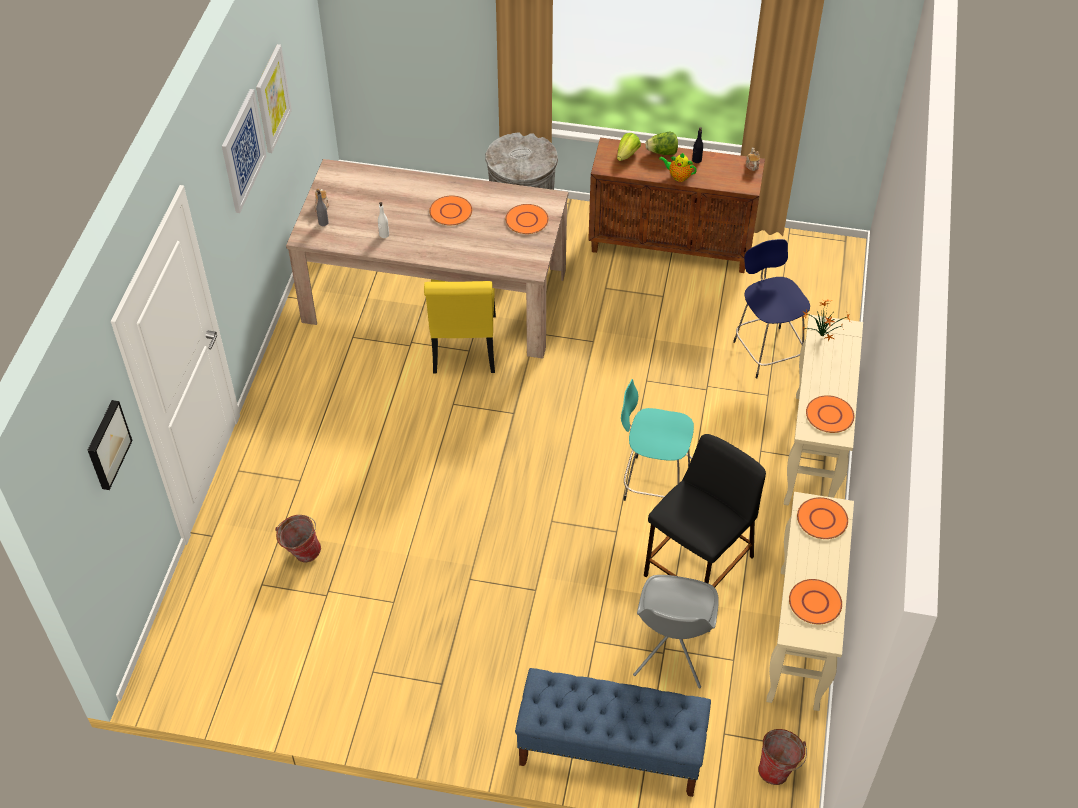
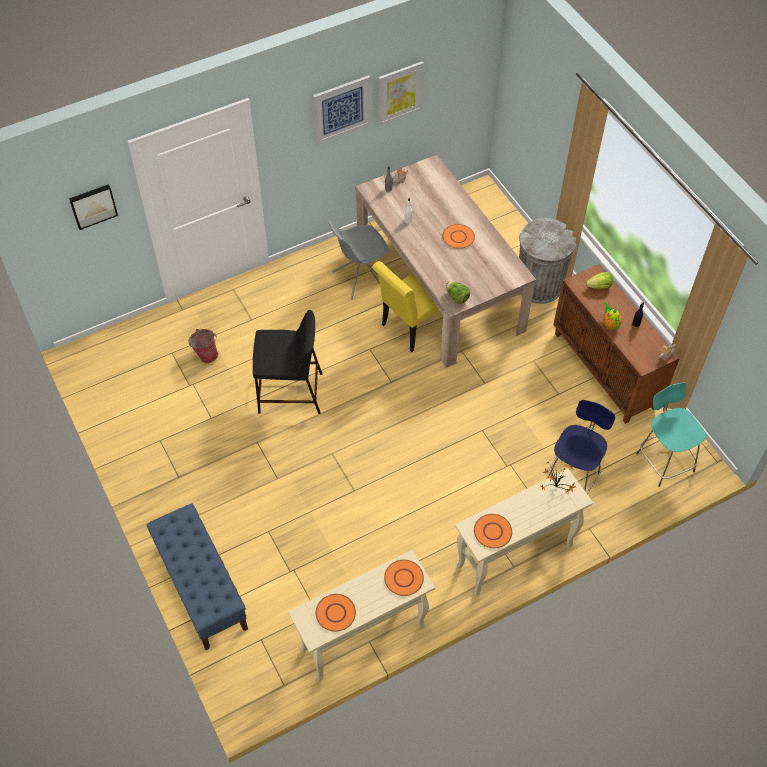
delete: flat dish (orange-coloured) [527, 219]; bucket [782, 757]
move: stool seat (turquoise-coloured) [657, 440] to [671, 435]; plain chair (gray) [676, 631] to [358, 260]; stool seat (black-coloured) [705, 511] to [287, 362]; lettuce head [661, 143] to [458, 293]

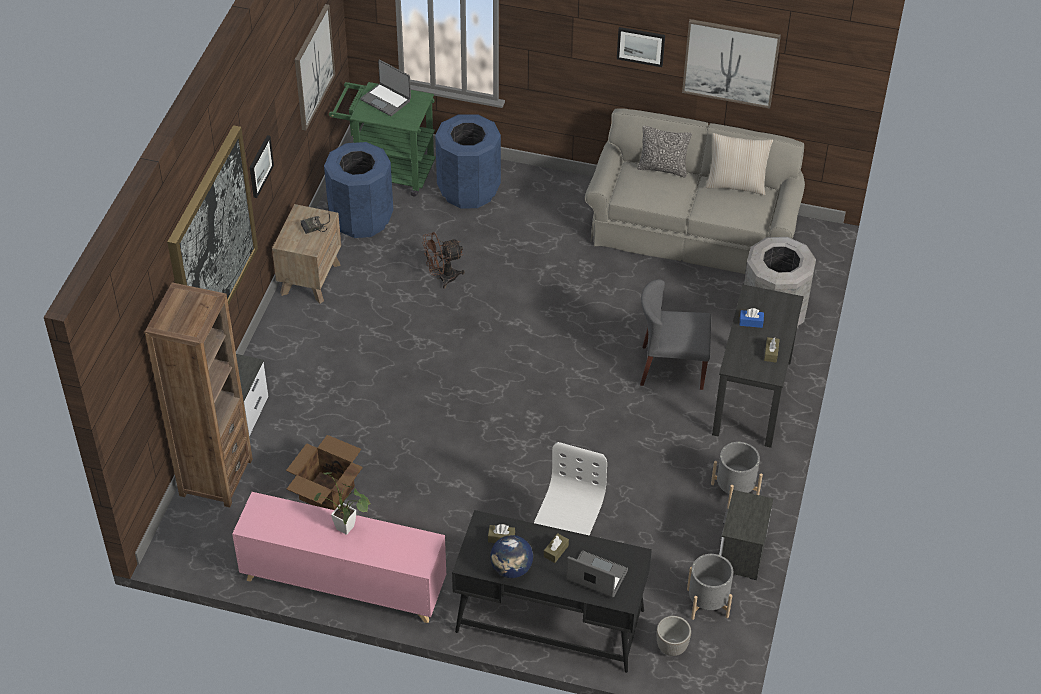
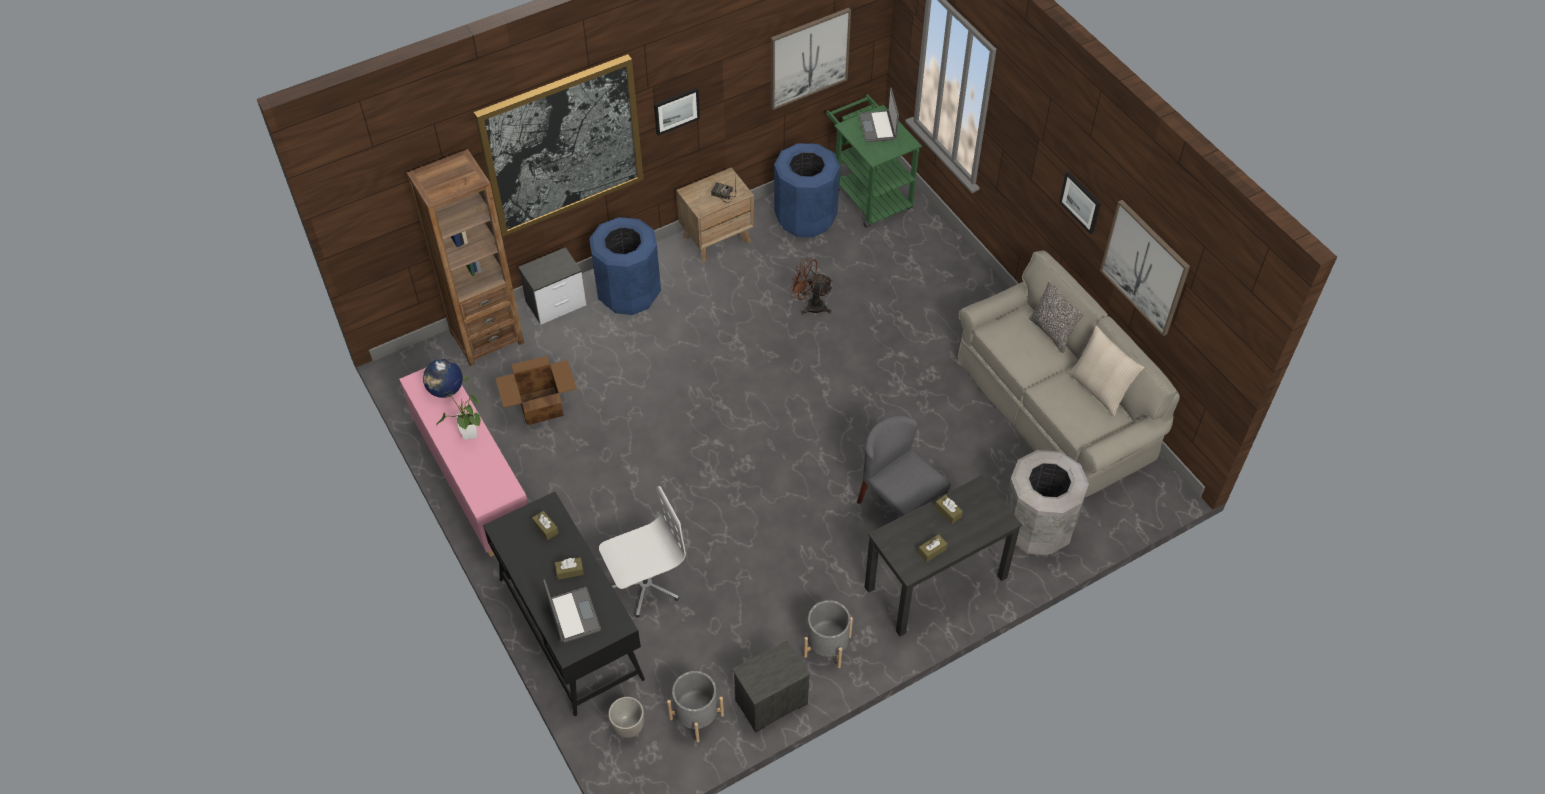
move: rubbish bin (blue) [468, 161] to [625, 266]; desk globe [511, 556] to [443, 378]
recolor: box of tissues (blue) [752, 318] to box of tissues (brownish) [949, 509]

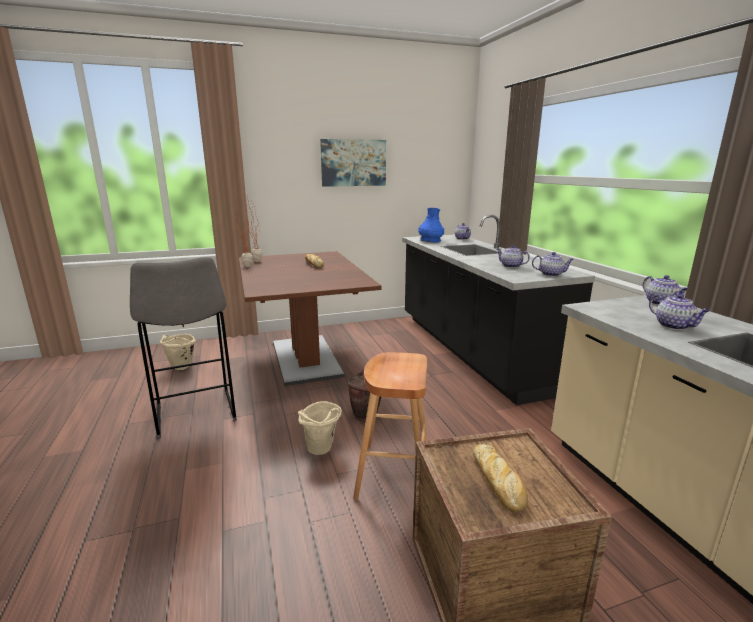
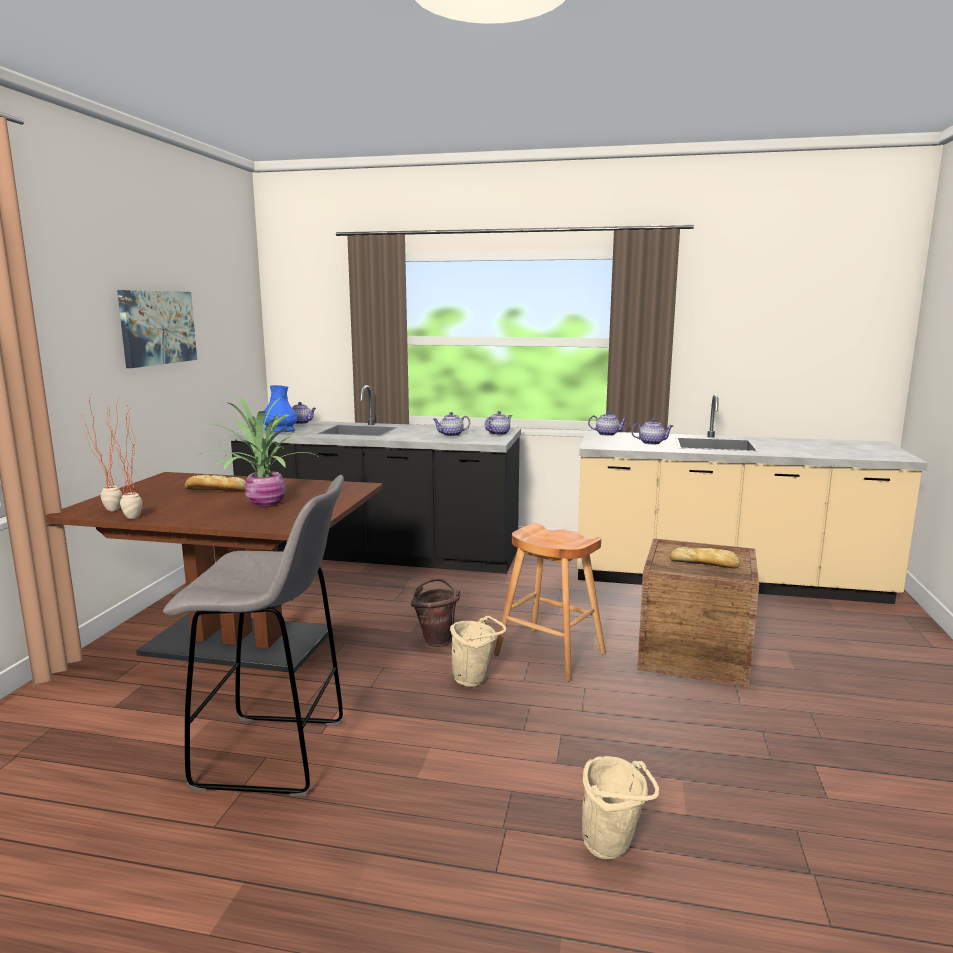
insert: potted plant [259, 452]
move: bucket (beige) [178, 352] to [620, 807]

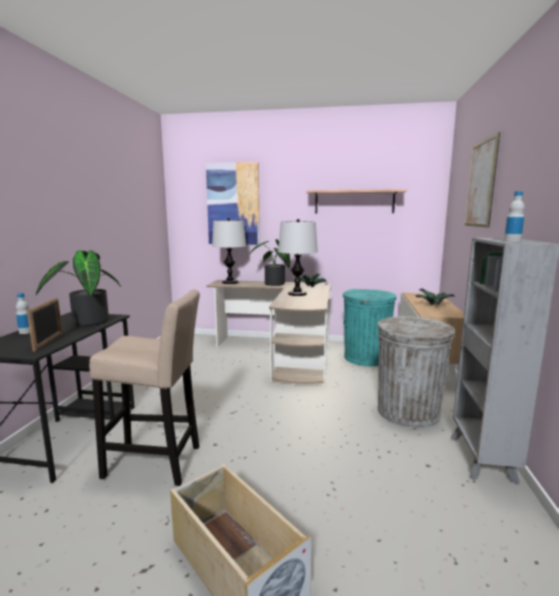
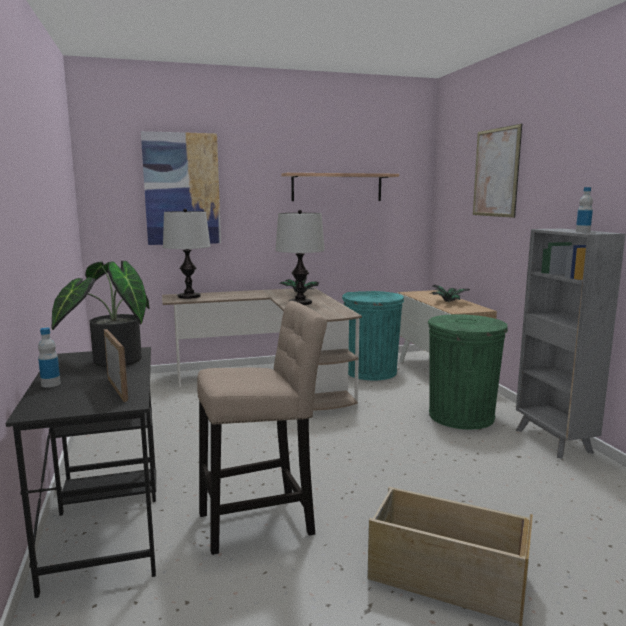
delete: potted plant [270, 262]
recolor: rubbish bin (gray) [416, 372] to rubbish bin (green) [468, 372]

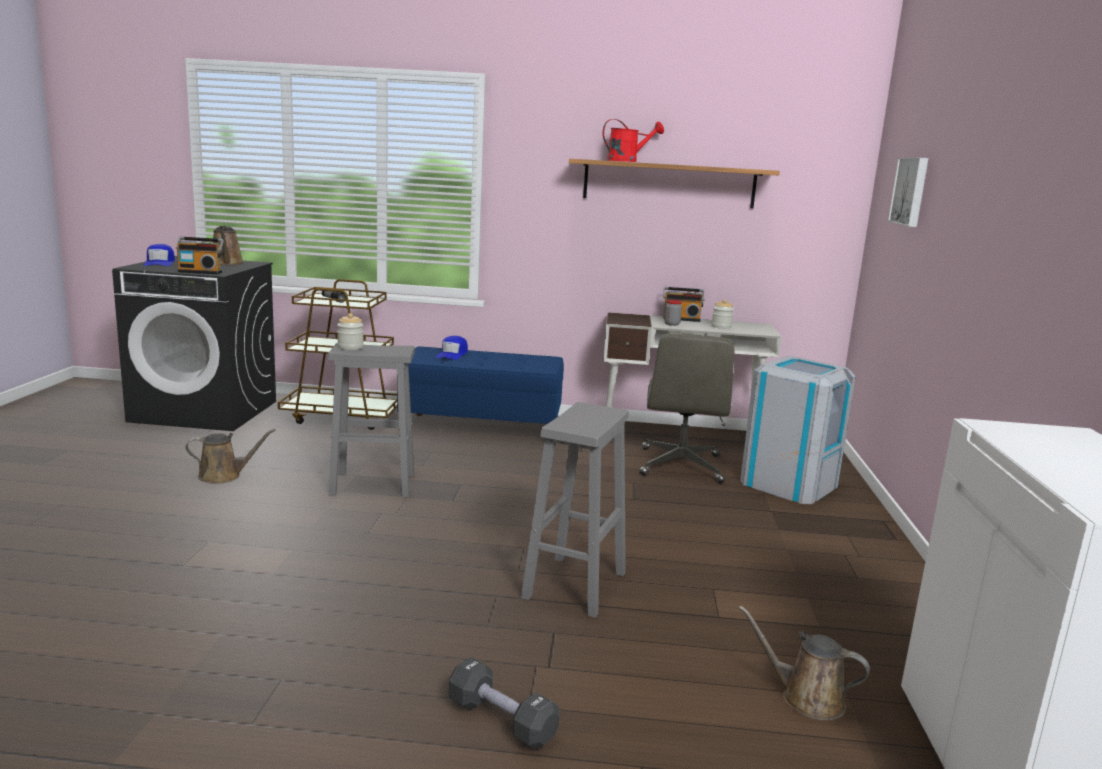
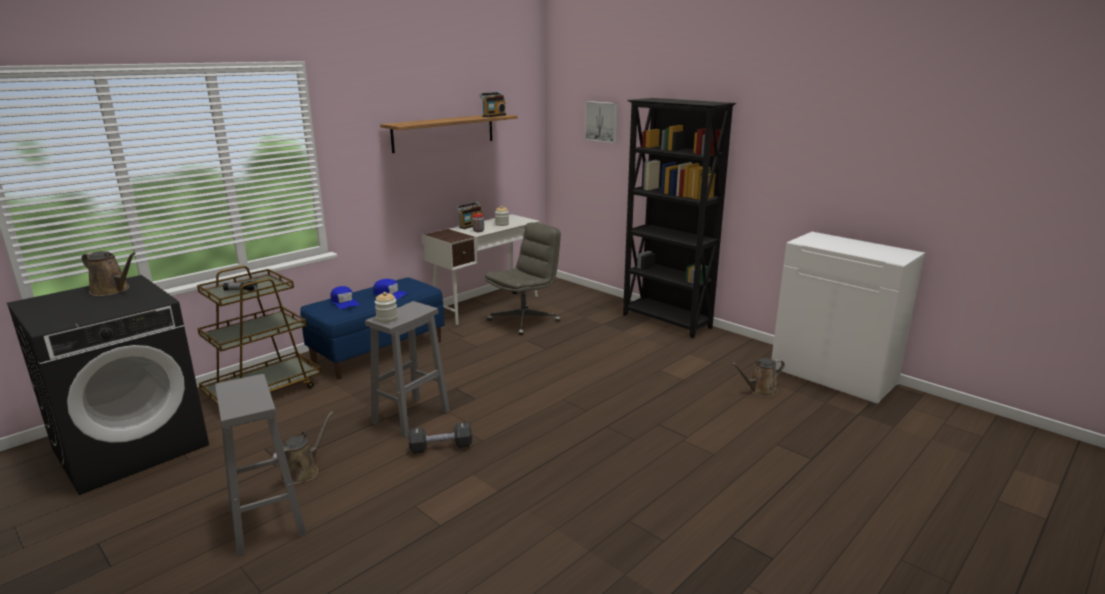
delete: watering pot (red-coloured) [633, 140]; rubbish bin (gray) [798, 430]
insert: shelving unit (black-coloured) [679, 218]
move: peaked cap (blue) [159, 255] to [390, 289]; radio [200, 255] to [492, 104]; hand weight (black-coloured) [504, 703] to [440, 438]; stool seat (gray) [575, 510] to [260, 465]
rotate: computer chair (gray) [687, 408] = [522, 278] 90 degrees counterclockwise

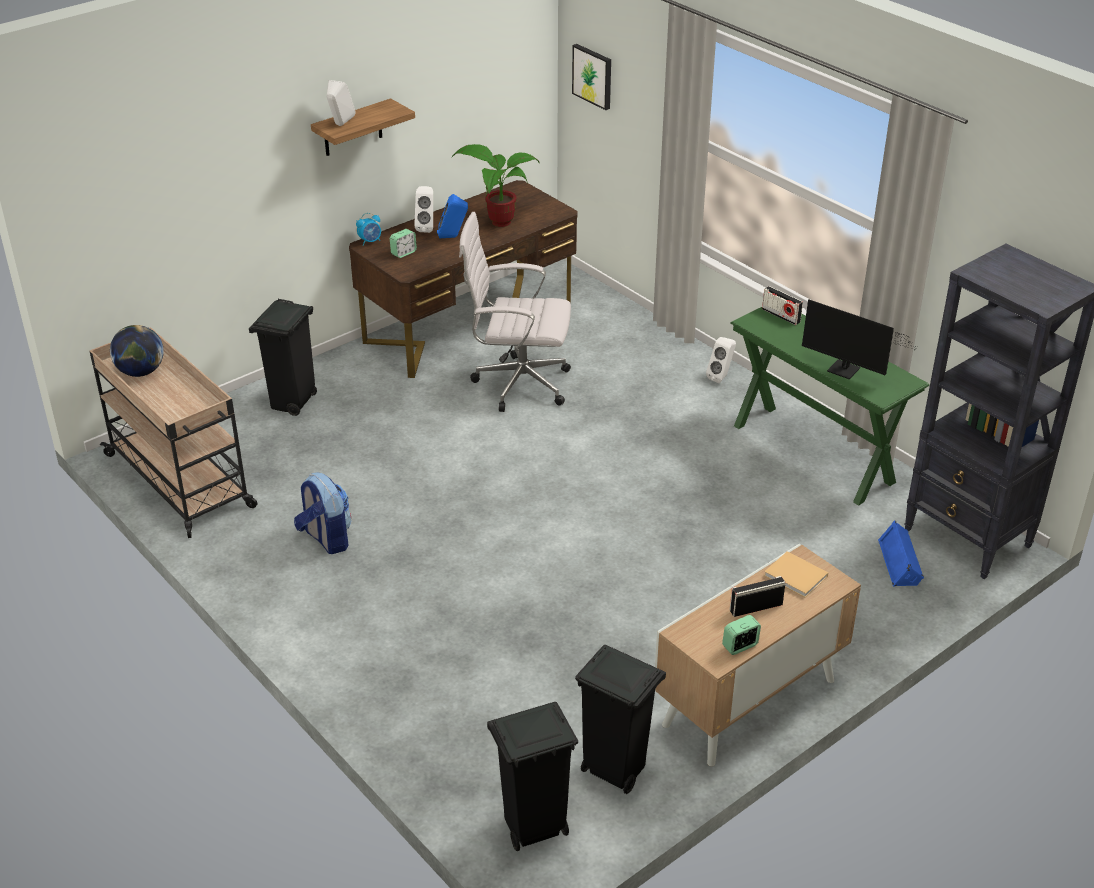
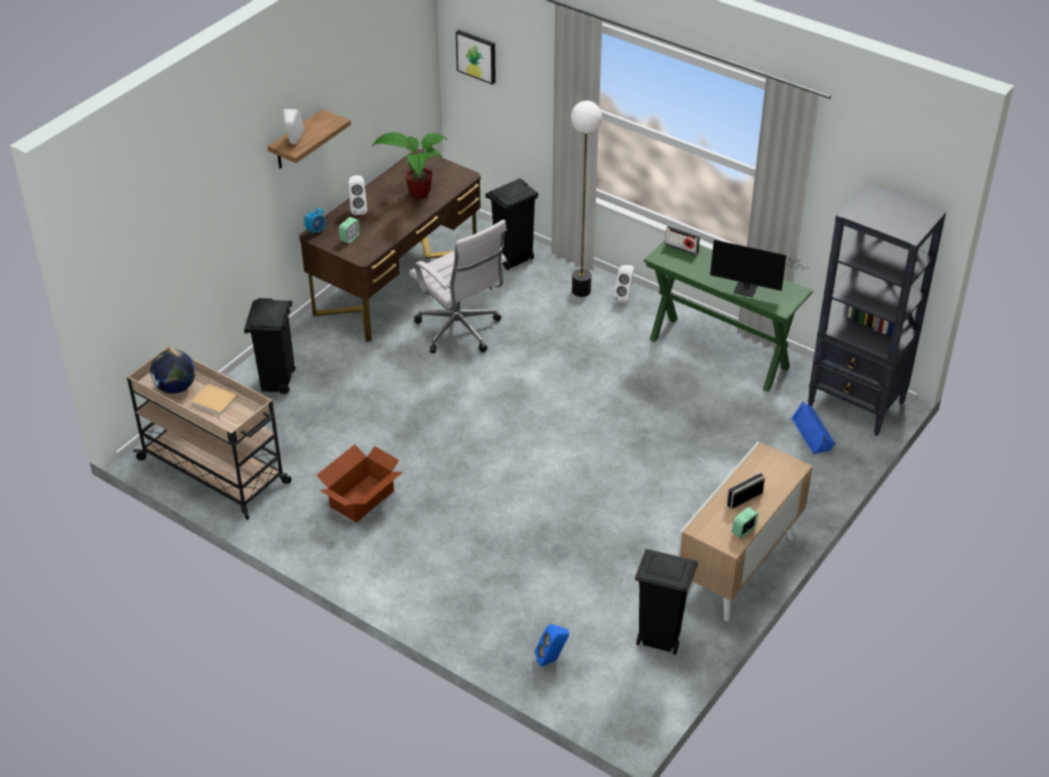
insert: floor lamp [586, 199]
move: loudspeaker (blue) [452, 216] to [552, 645]; rubbish bin (black-coloured) [532, 776] to [512, 224]; bound book (beige) [796, 574] to [214, 400]
replace: backpack [322, 513] to packing box [359, 483]
rotate: computer chair (white) [515, 312] = [458, 286] 120 degrees counterclockwise

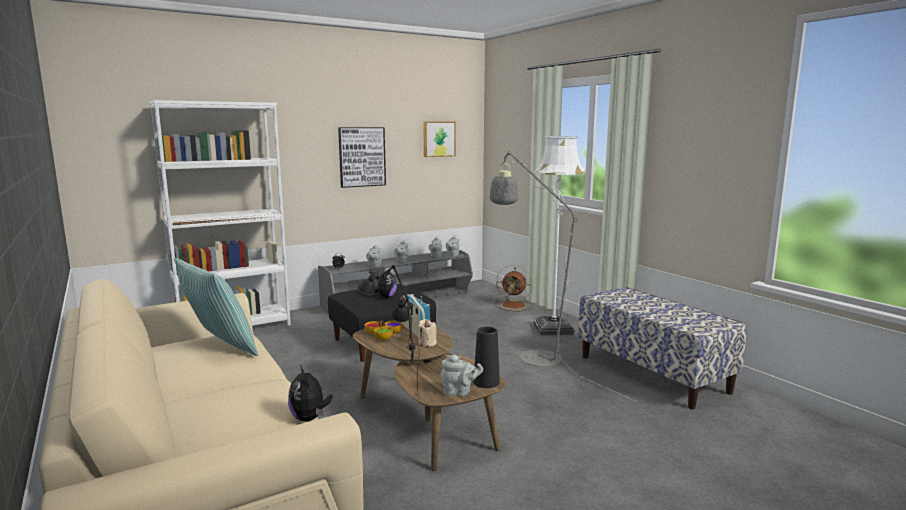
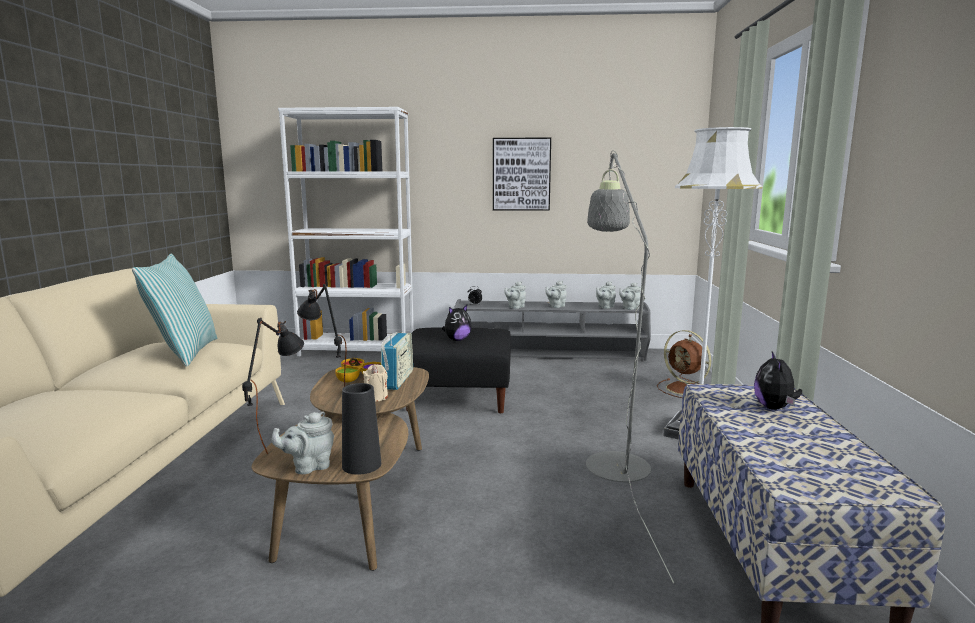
delete: wall picture [439, 139]
move: cuddly toy [310, 393] to [778, 381]
rotate: teapot (gray) [462, 375] = [302, 443] 105 degrees clockwise

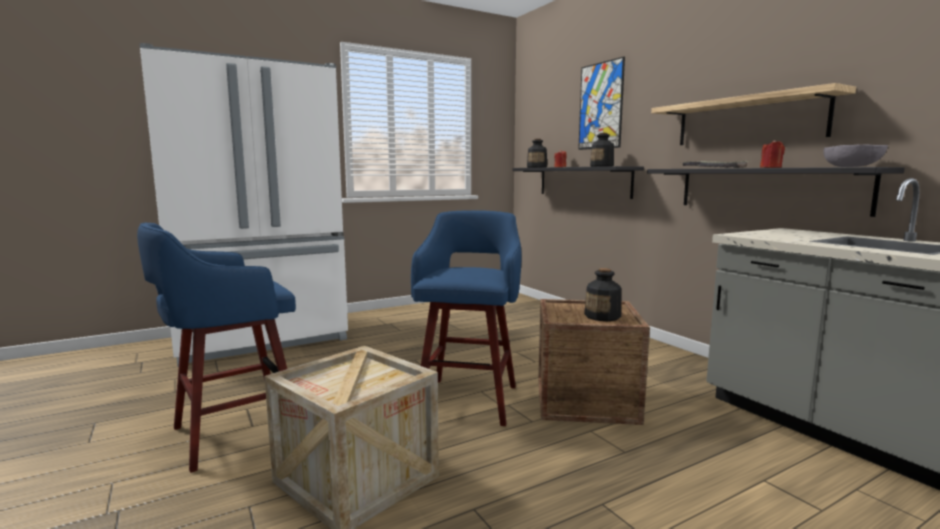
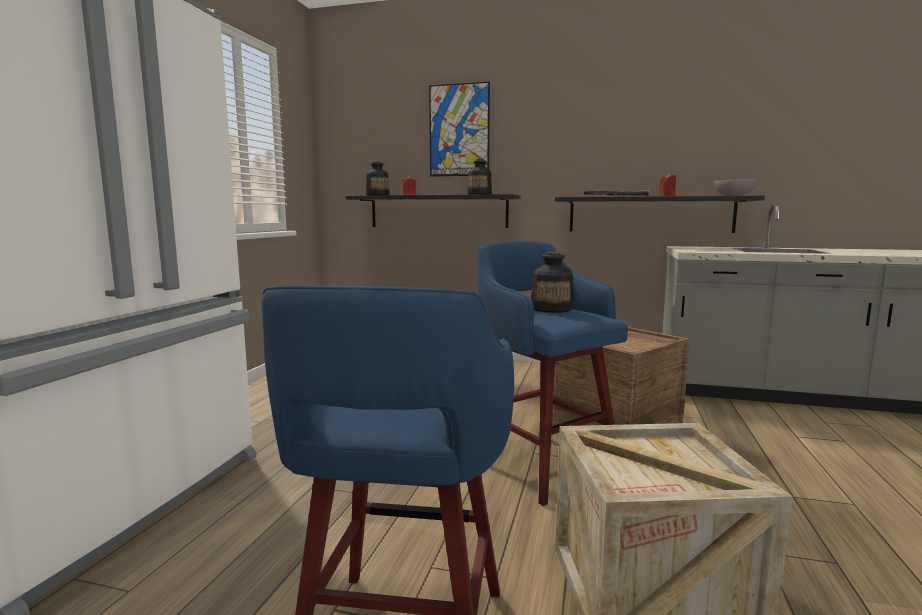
delete: shelf [753, 114]
move: drink bottle [602, 294] to [552, 282]

